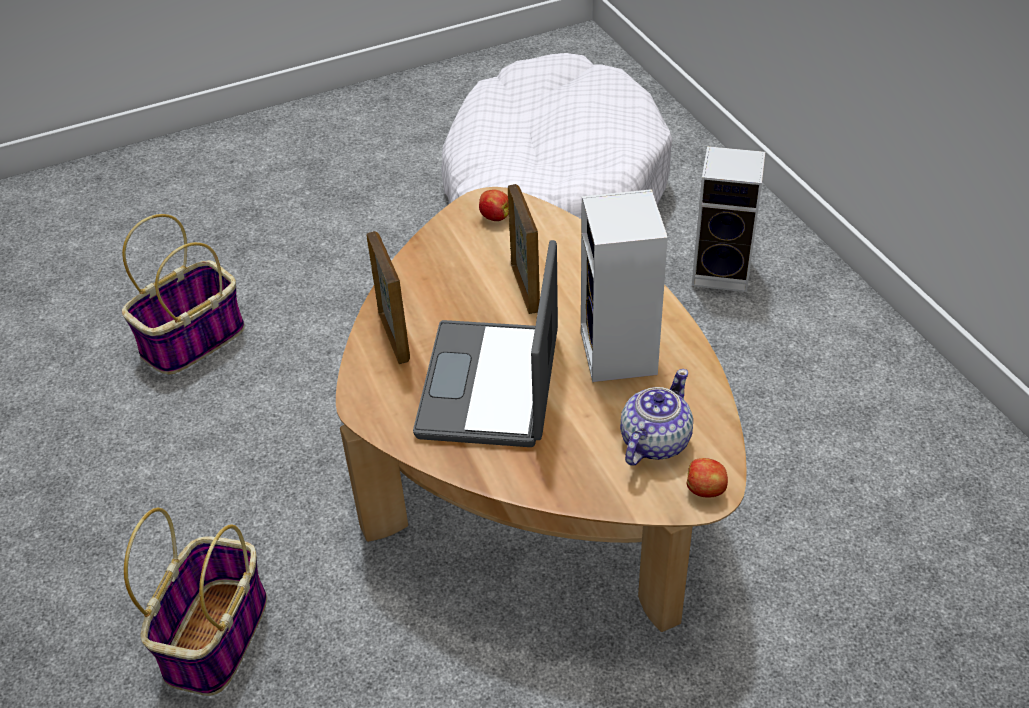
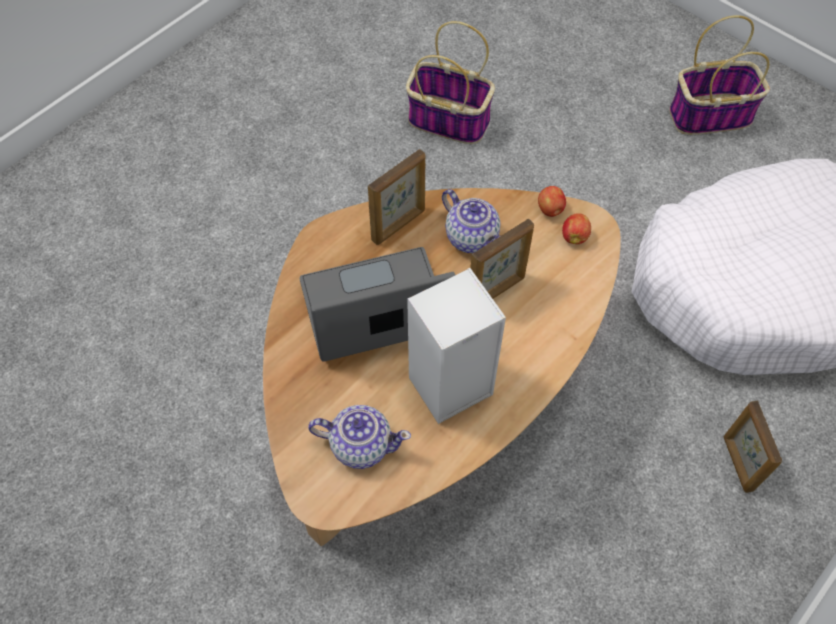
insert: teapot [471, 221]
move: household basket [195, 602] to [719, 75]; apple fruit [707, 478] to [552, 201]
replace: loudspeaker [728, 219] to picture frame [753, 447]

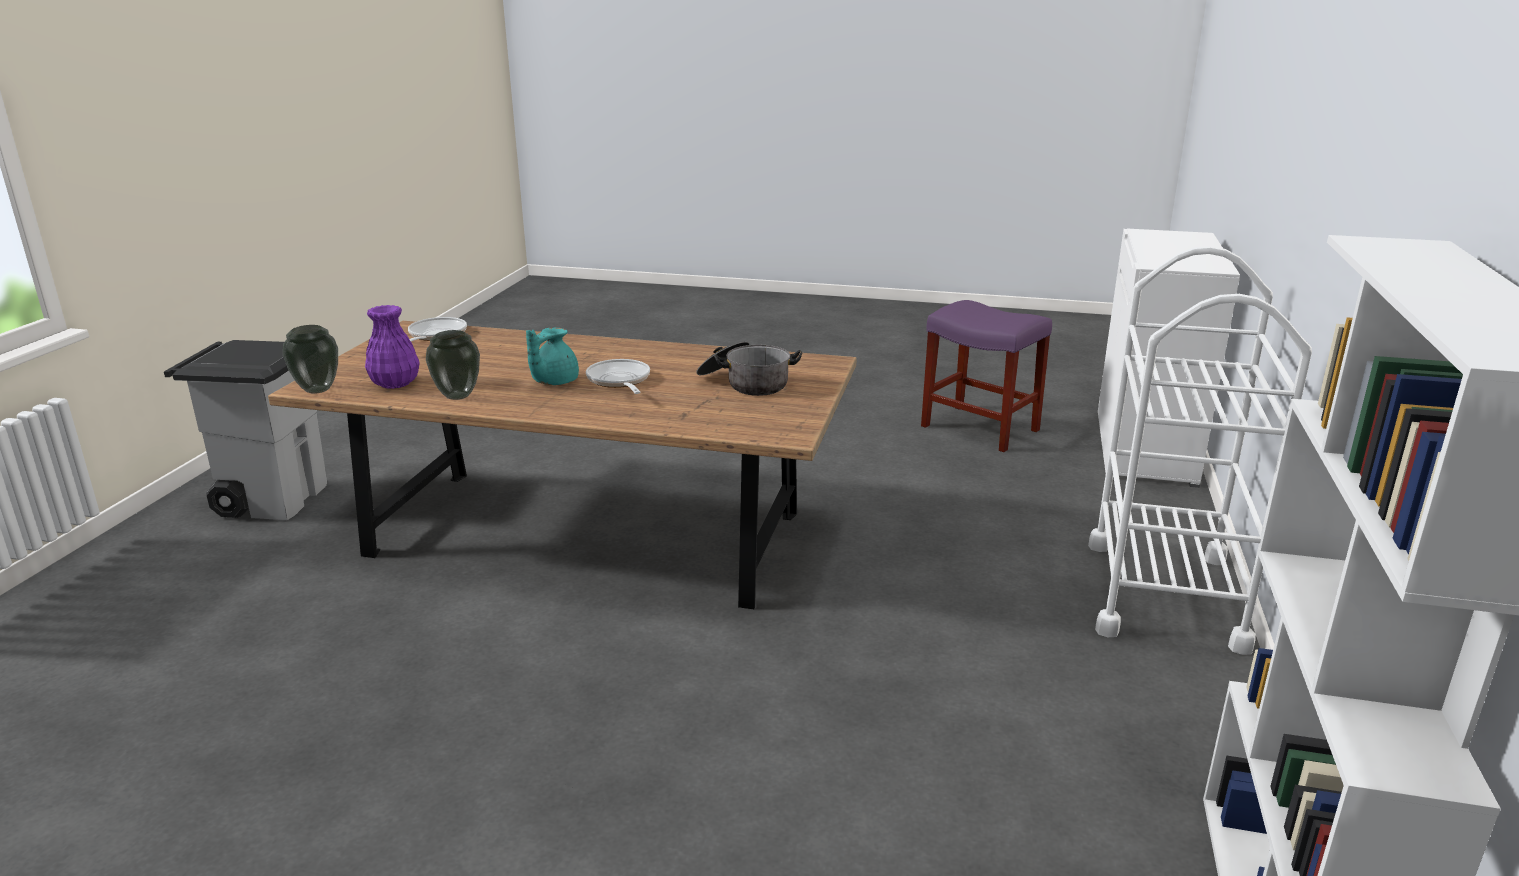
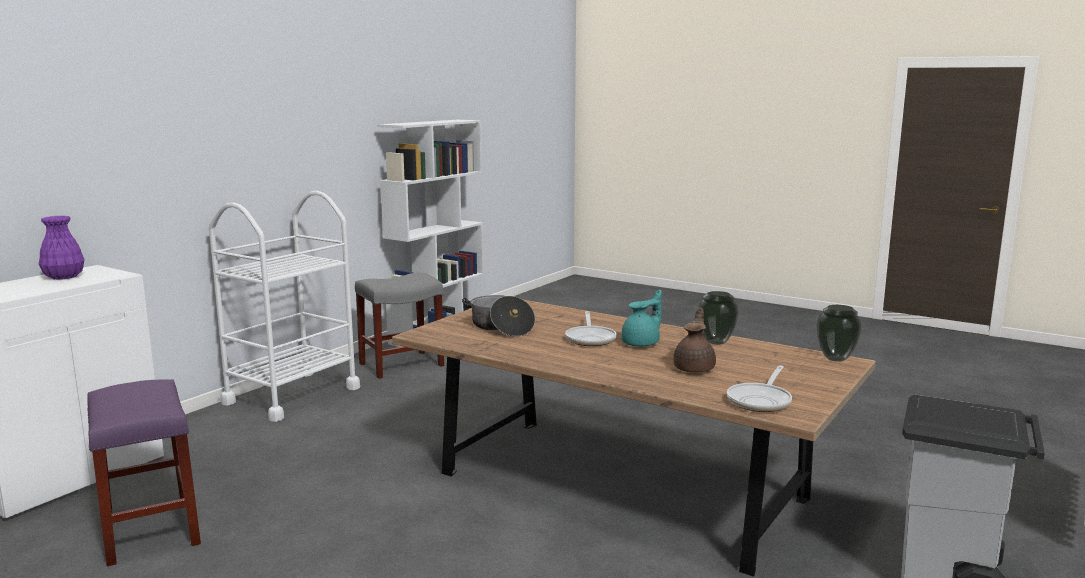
insert: stool seat (gray) [399, 325]; teapot (brownish) [695, 340]
move: decorative vase (purplish) [392, 347] to [61, 248]

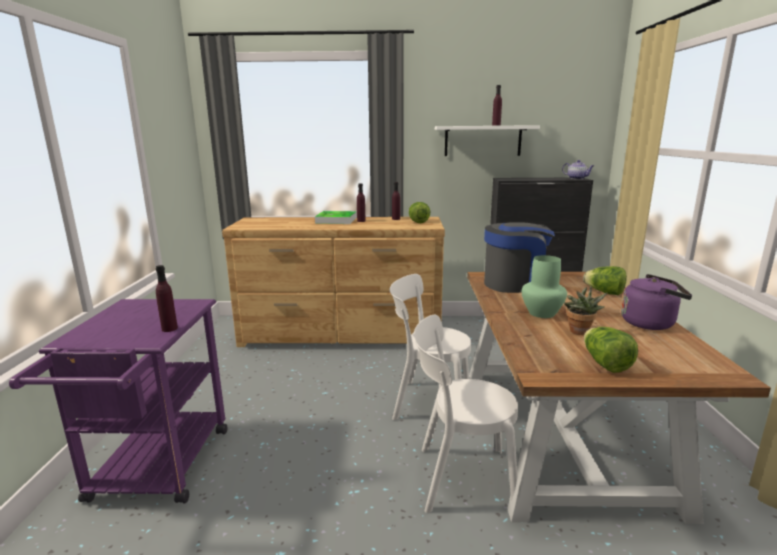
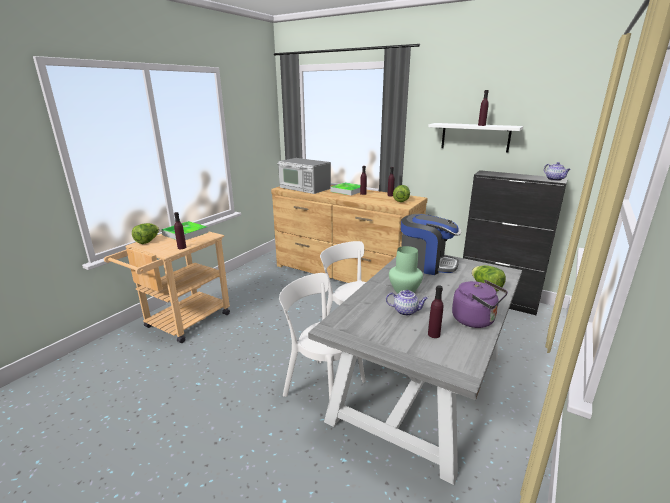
insert: tray [184, 230]; microwave [304, 176]; drink bottle (purplish) [435, 311]
move: lettuce head [611, 350] to [145, 233]
replace: potted plant [585, 310] to teapot [407, 303]
recolor: wheeled cart (purplish) [118, 401] to wheeled cart (beige) [167, 287]; dining table (brownish) [619, 398] to dining table (gray) [415, 370]

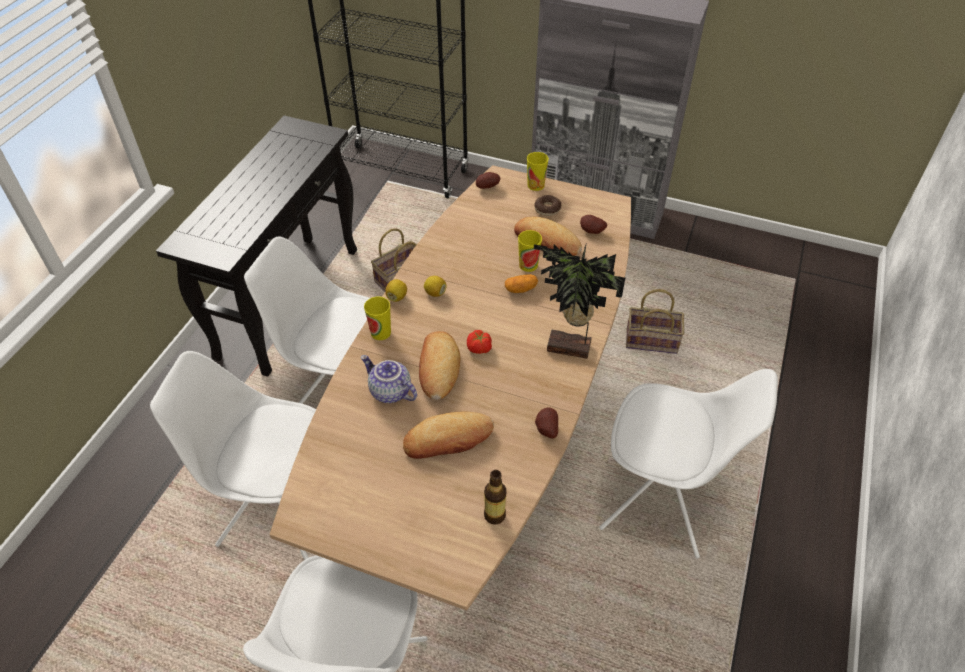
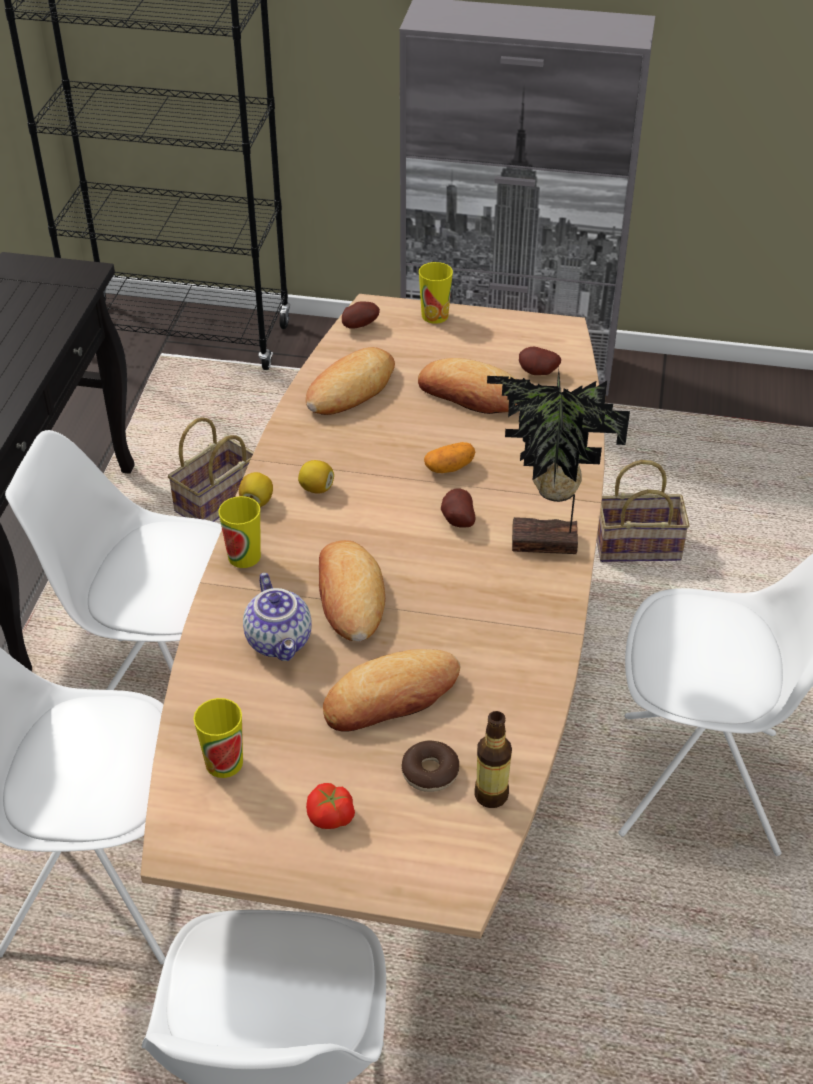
insert: baked bread [350, 381]
move: tomato [479, 342] to [330, 806]; small cup [530, 251] to [218, 738]; donut [547, 205] to [430, 766]; spud [546, 423] to [458, 508]
rotate: teapot [389, 379] = [277, 617] 135 degrees counterclockwise

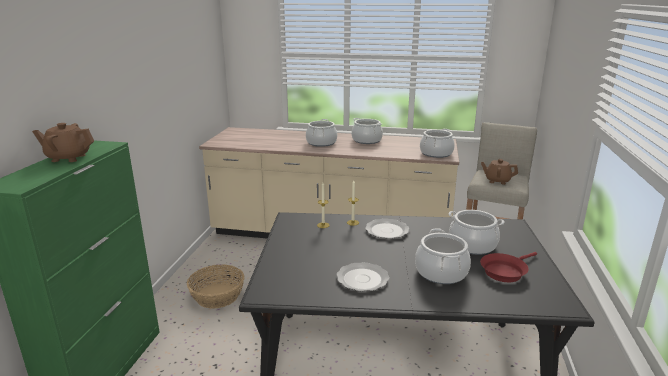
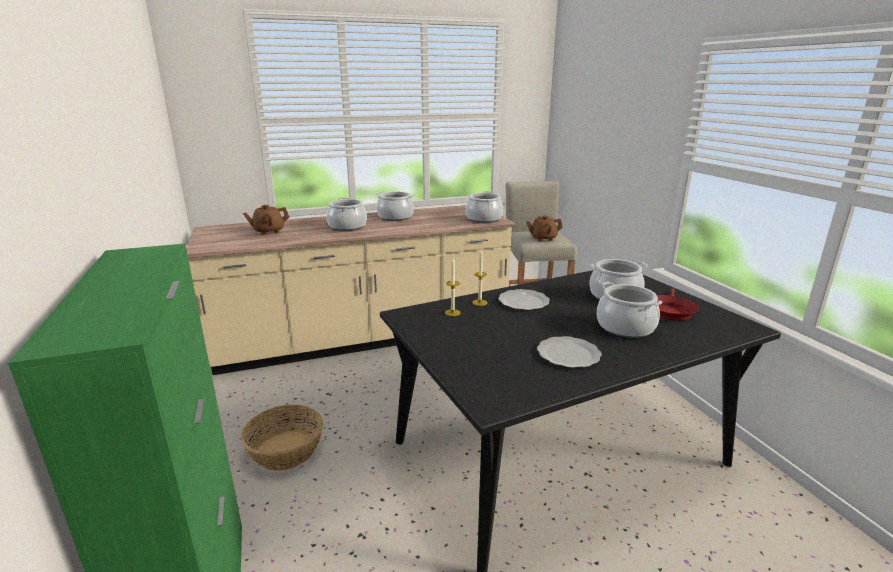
move: teapot (brownish) [63, 142] to [266, 220]

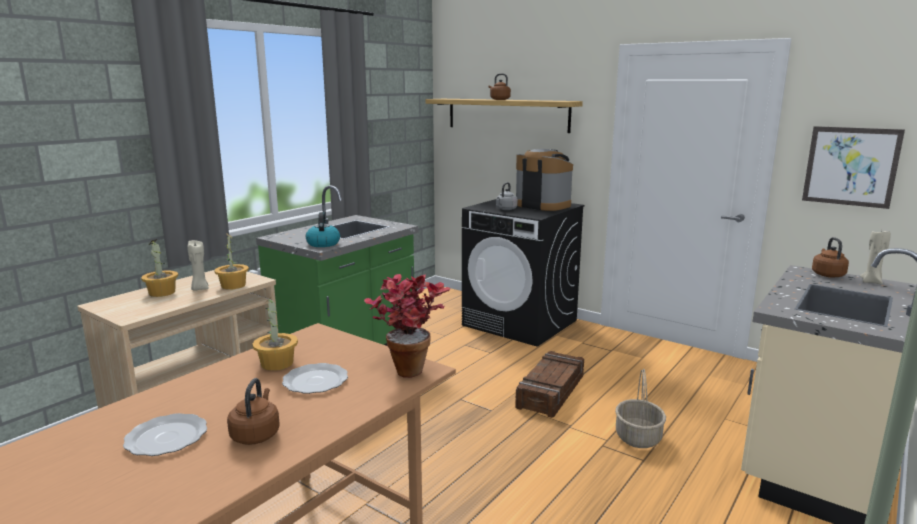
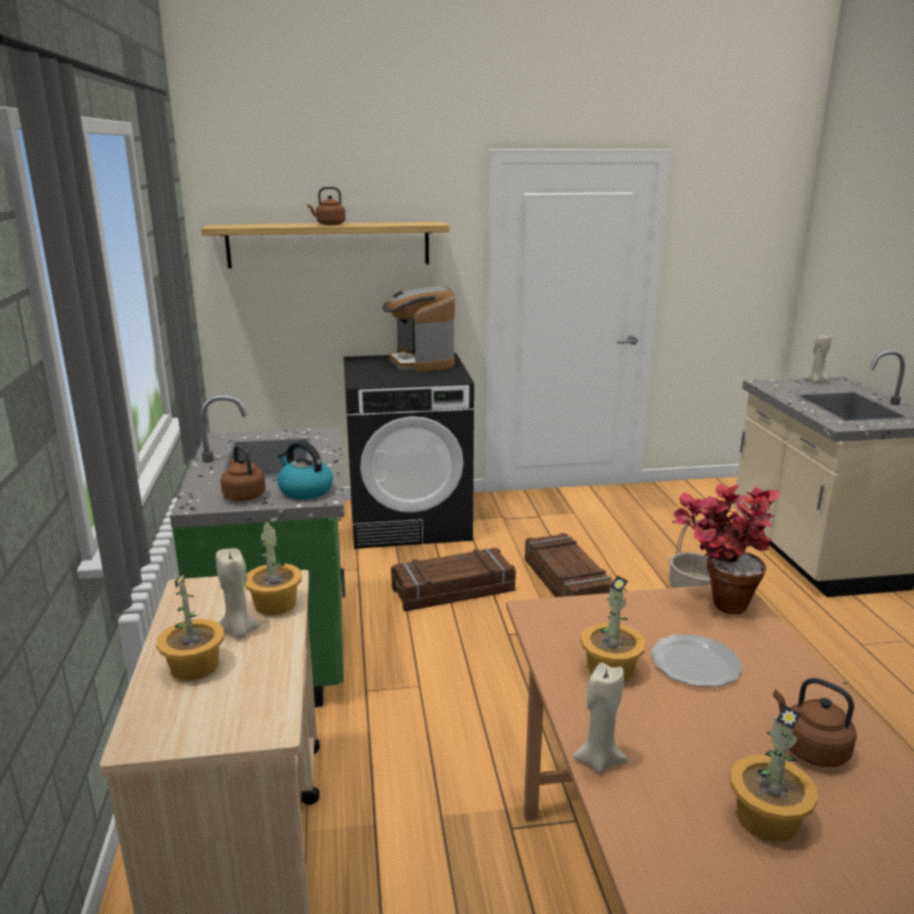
delete: kettle (gray) [507, 196]; wall picture [853, 167]
insert: shipping crate [453, 580]; wax candle (beige) [600, 718]
move: kettle (brownish) [830, 257] to [243, 473]
replace: flat dish [165, 434] to potted plant [774, 774]
rotate: coffee maker [544, 180] = [418, 329] 105 degrees counterclockwise

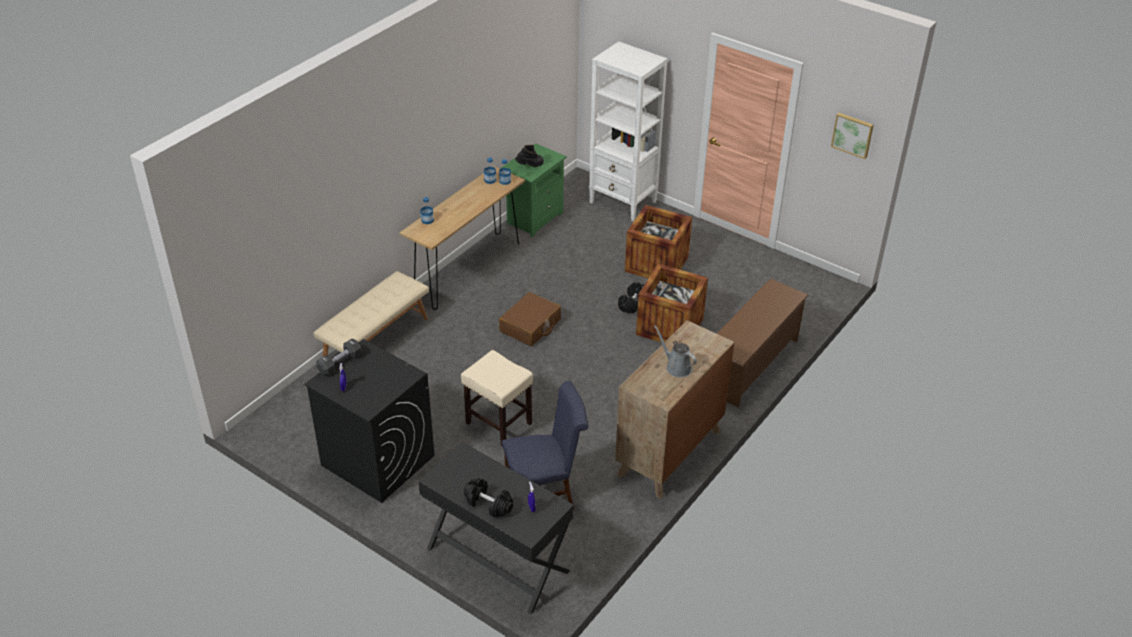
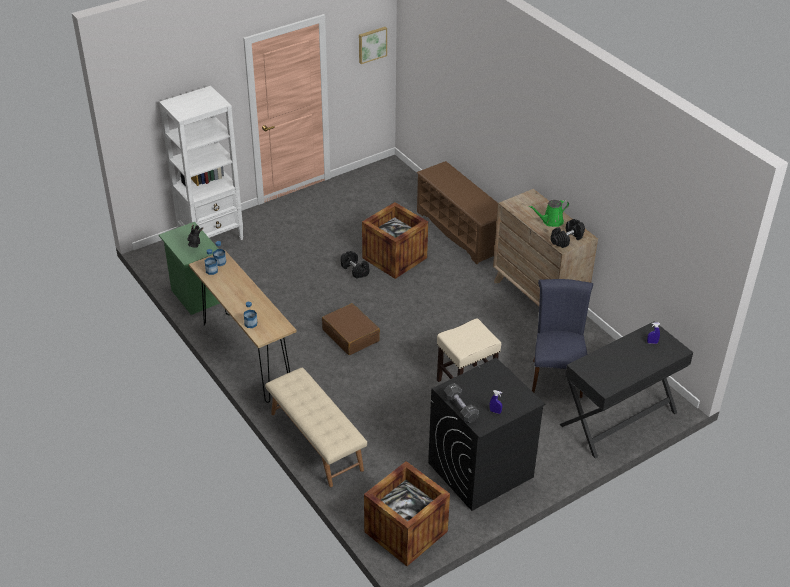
move: hand weight (black-coloured) [488, 498] to [567, 233]; shipping crate [658, 241] to [407, 513]
recolor: watering pot (gray) [675, 351] to watering pot (green) [549, 213]

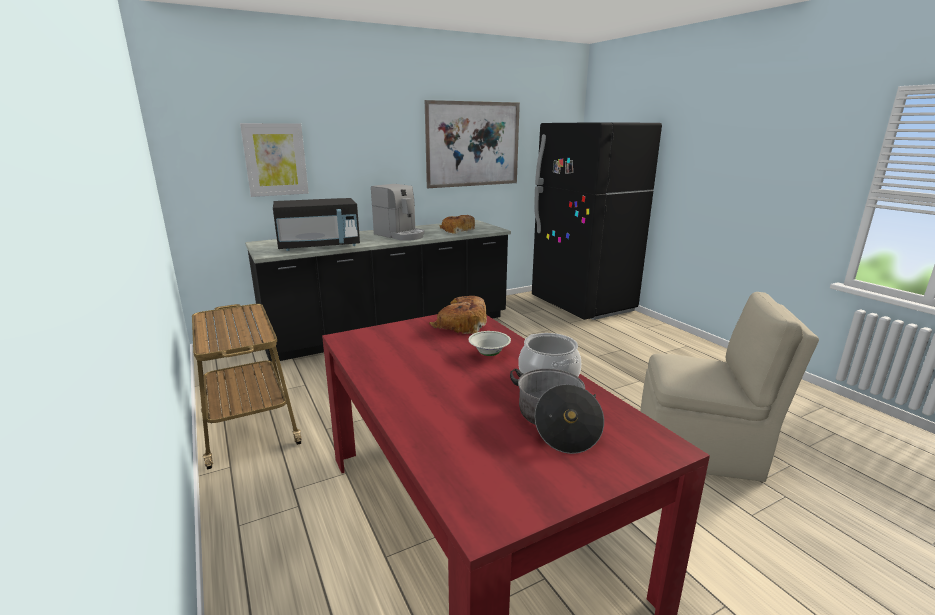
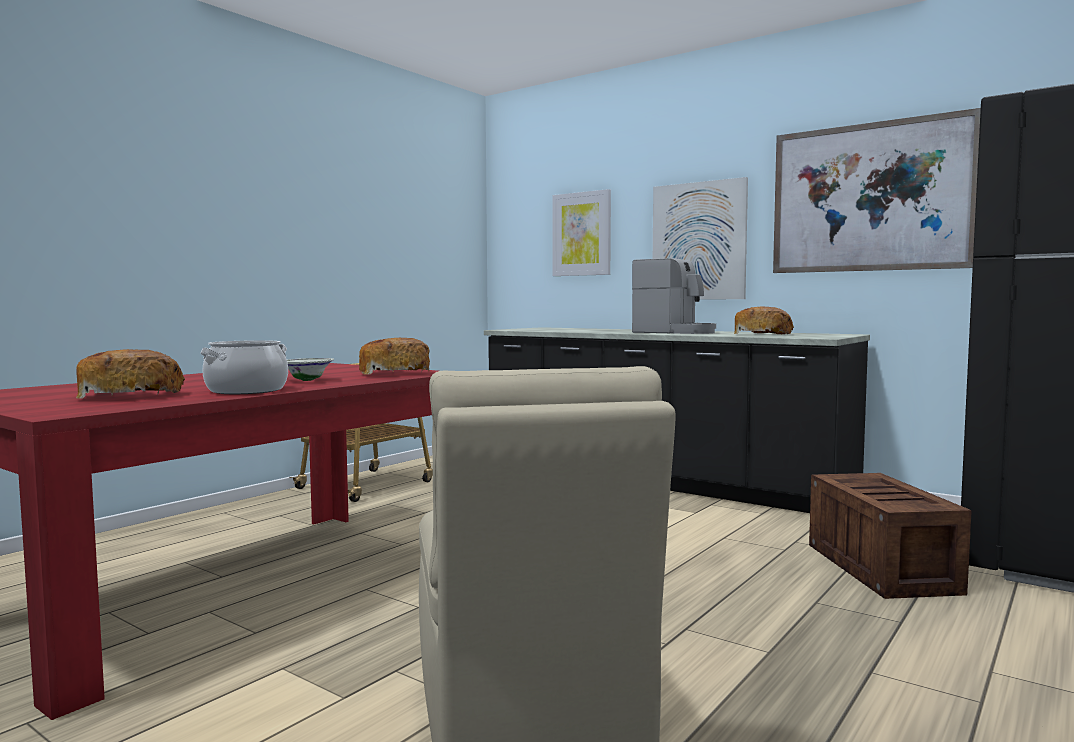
delete: microwave (black-coloured) [316, 224]
insert: wall picture [700, 238]; shipping crate [890, 536]
replace: cooking pot [557, 411] to baked bread [130, 374]
rotate: coffee maker [397, 212] = [674, 296] 75 degrees counterclockwise

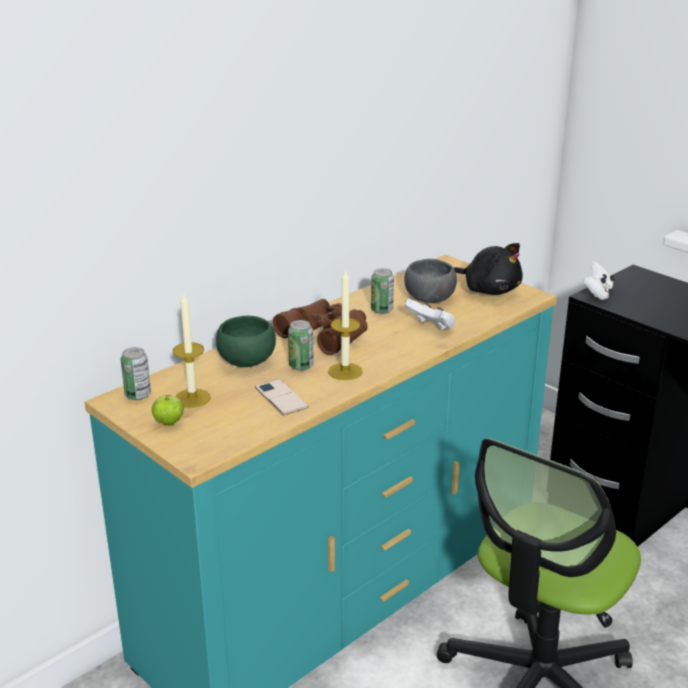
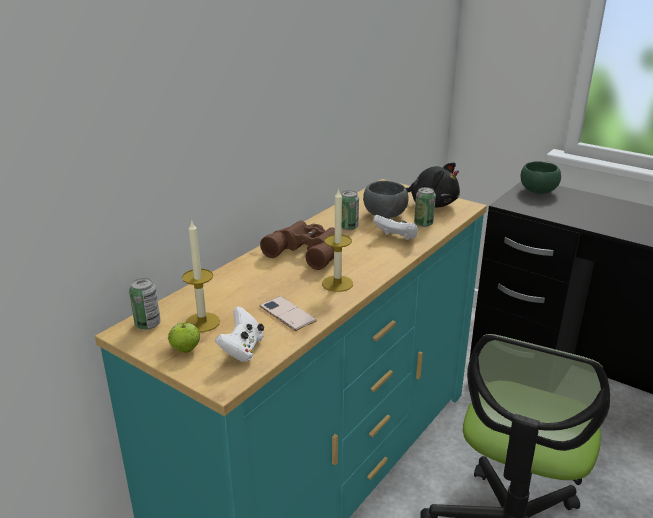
move: bowl (green) [246, 341] to [541, 177]; can [301, 345] to [425, 207]; game controller (white) [599, 280] to [239, 334]

